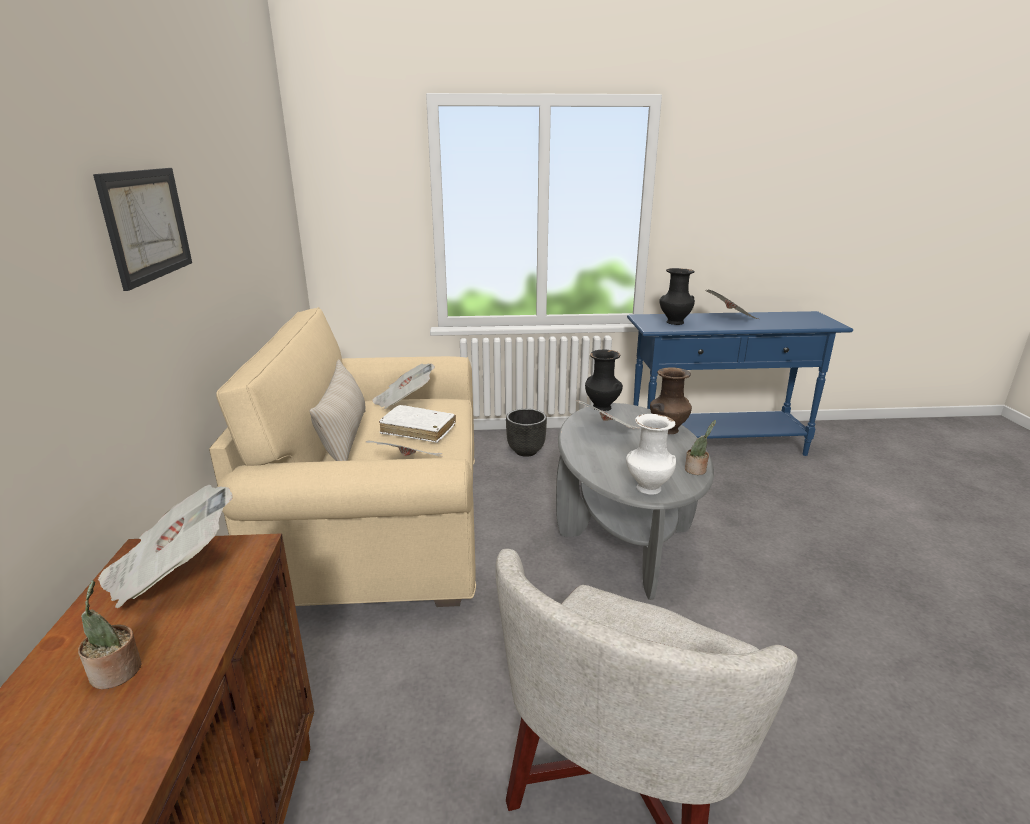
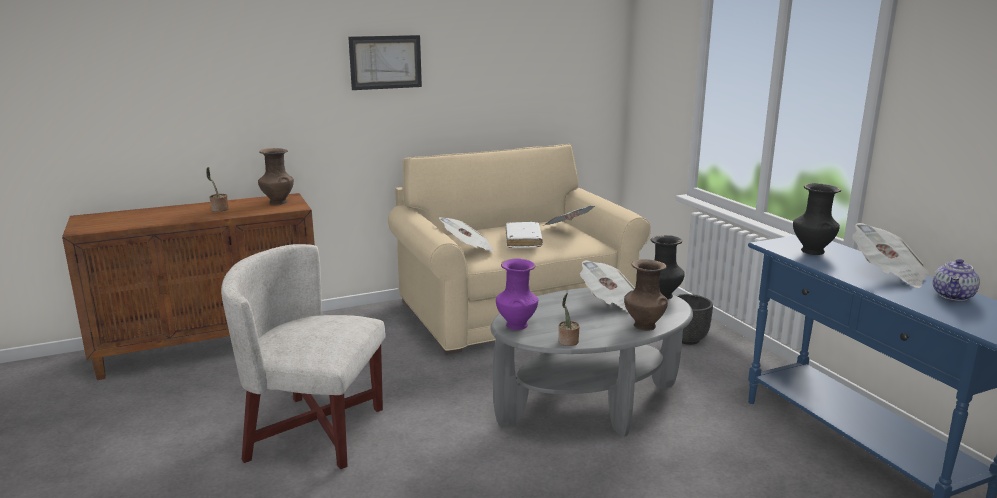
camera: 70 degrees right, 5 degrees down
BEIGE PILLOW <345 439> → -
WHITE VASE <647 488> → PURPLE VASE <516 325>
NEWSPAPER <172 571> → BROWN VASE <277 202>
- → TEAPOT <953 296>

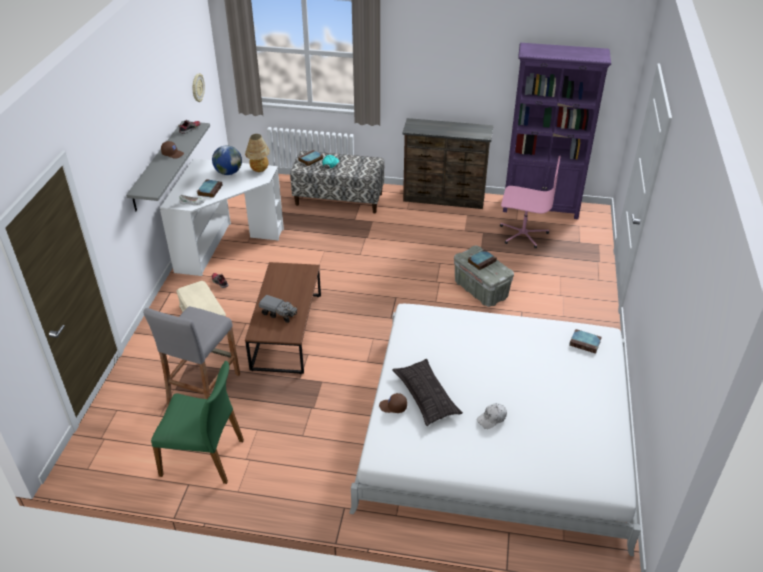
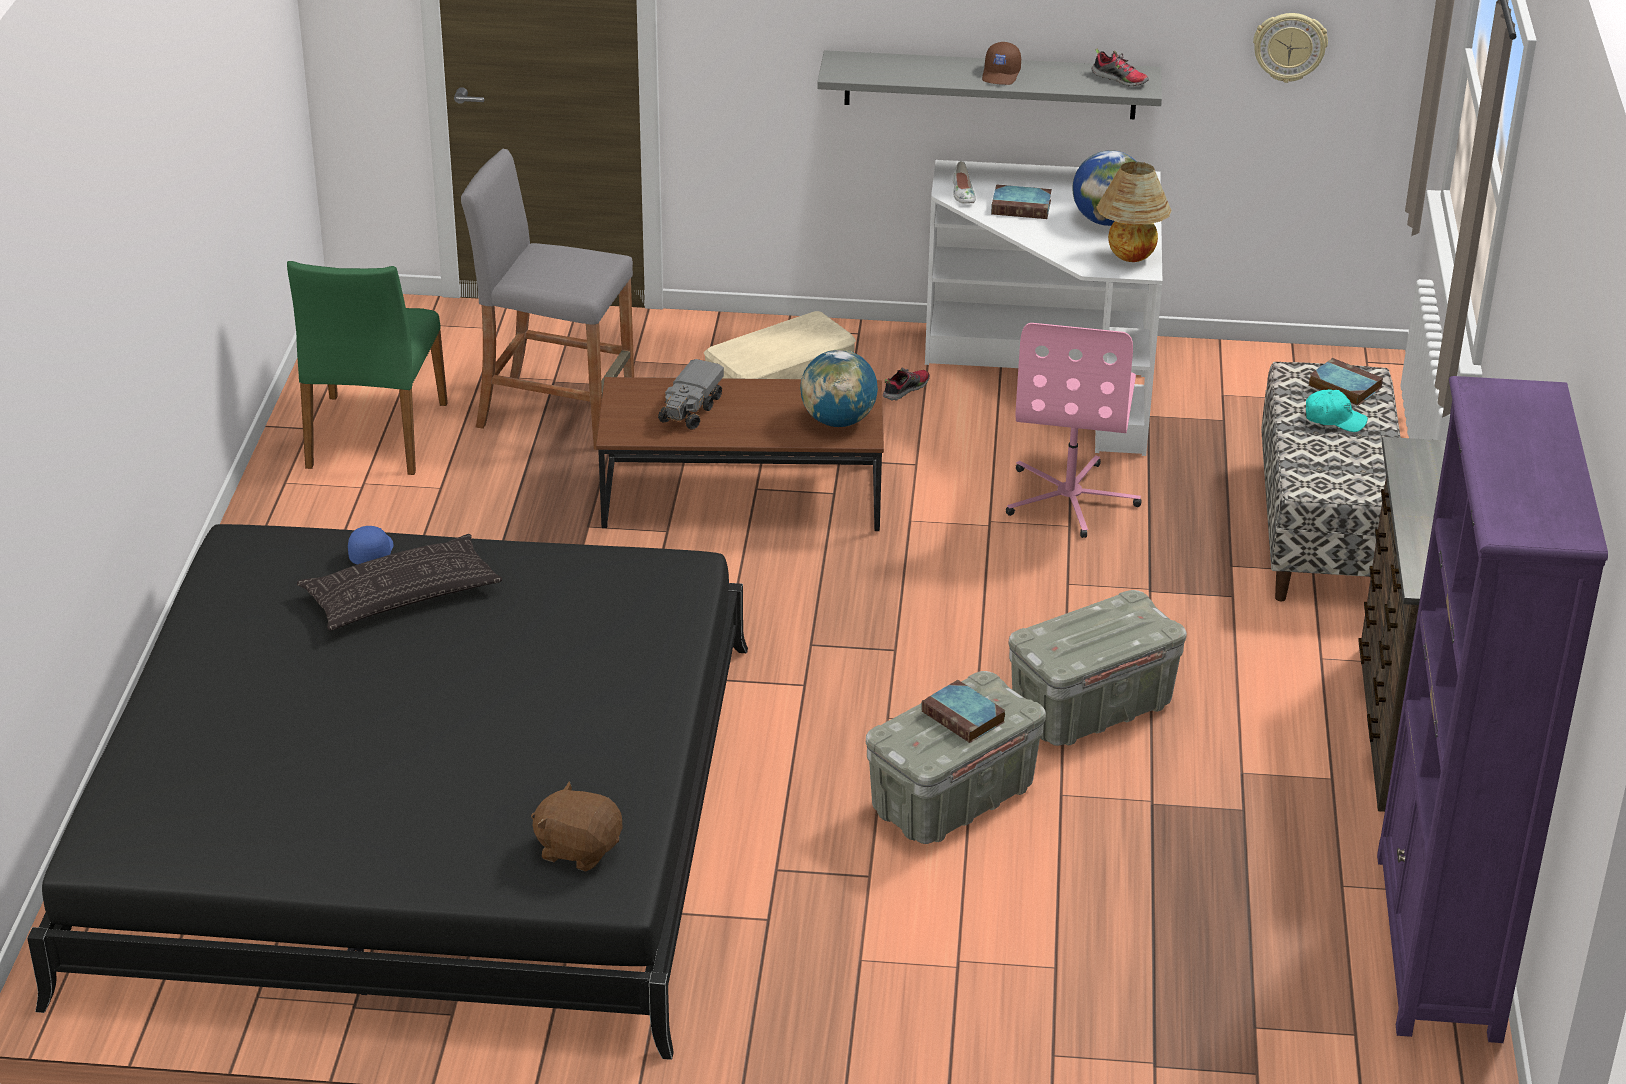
camera: 85 degrees right, 5 degrees down
PINK OFFICE CHAIR <523 234> → PINK OFFICE CHAIR <1070 498>, move
WHITE BED <496 430> → BLACK BED <422 814>
BOOK <585 343> → BROWN PLUSH TOY <578 849>
BROWN CAP <393 407> → BLUE CAP <371 552>
WHITE CAP <492 418> → -
- → GLOBE <838 421>
- → GREY STORAGE BOX <1091 710>

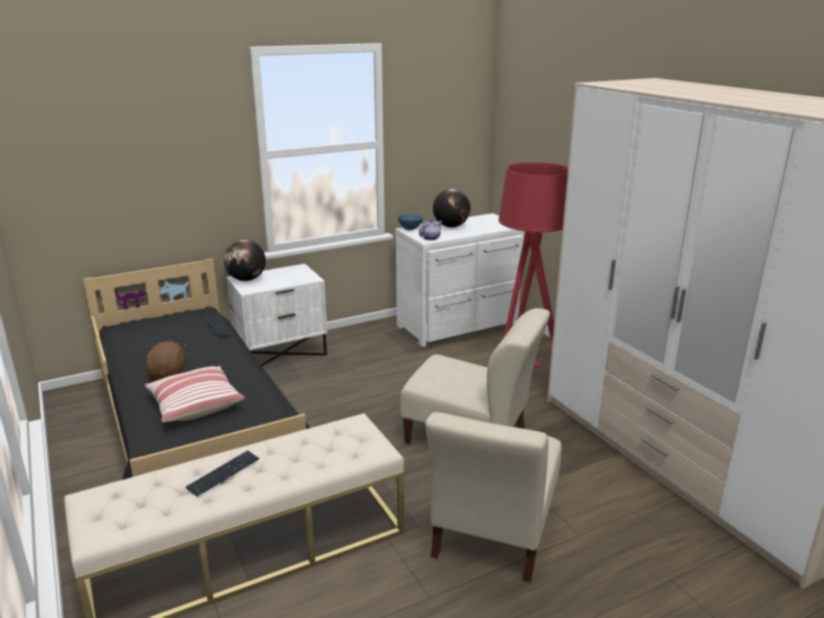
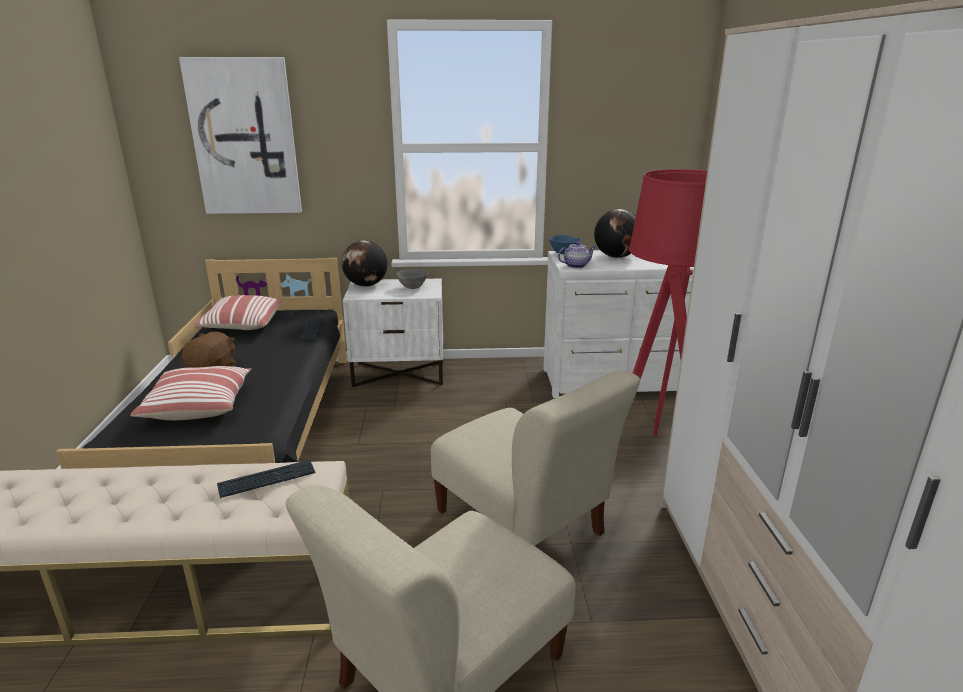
camera: 25 degrees right, 0 degrees up
KEYBOARD <224 474> → KEYBOARD <267 480>, move
- → PICTURE <244 138>
- → GREY BOWL <412 287>
- → PILLOW <241 325>

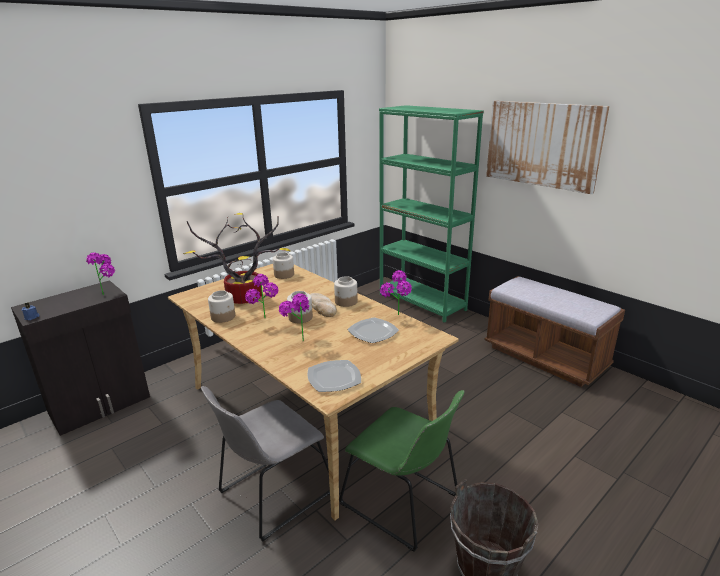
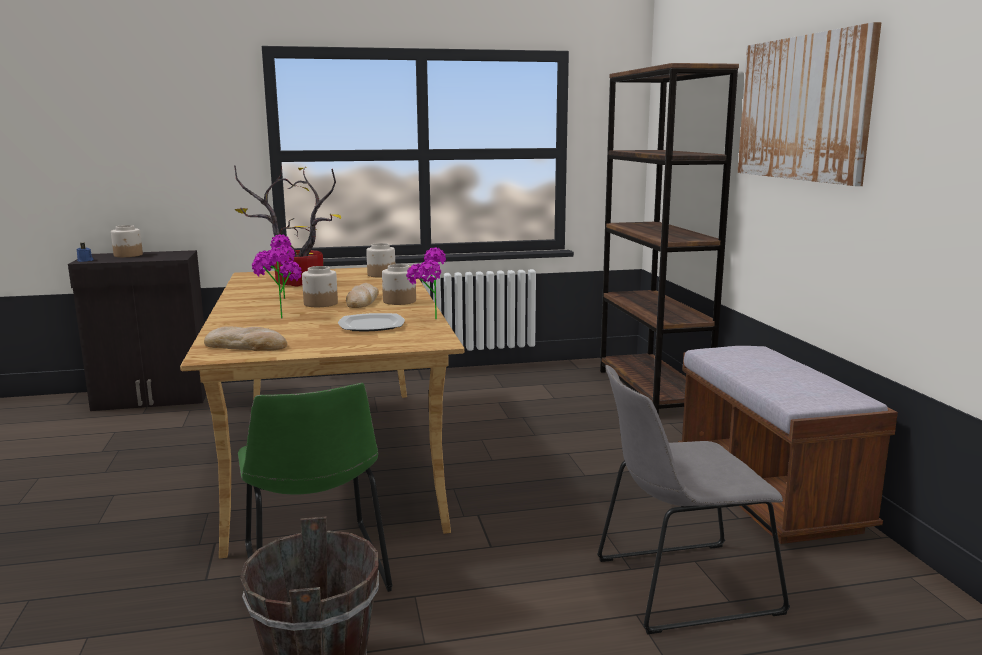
camera: 30 degrees right, 10 degrees down
GREEN BOOKCASE <422 302> → BROWN BOOKCASE <652 390>
POTTED PLANT <109 293> → -
JAR <223 317> → JAR <128 255>, move
PLATE <334 378> → BREAD <246 345>
GREY CHAIR <273 494> → GREY CHAIR <678 586>, move

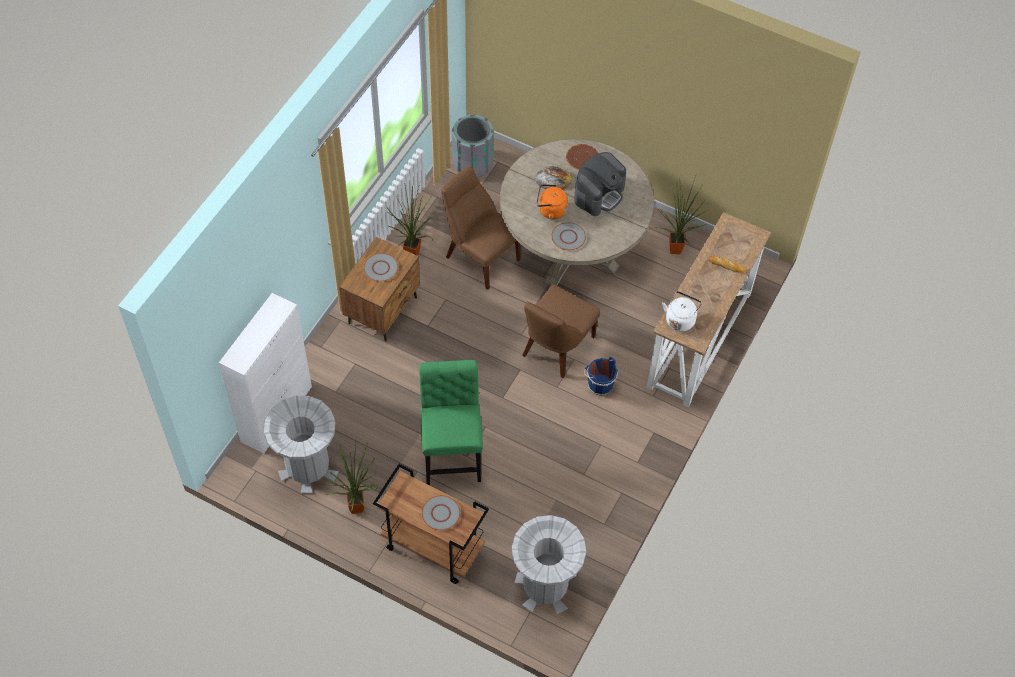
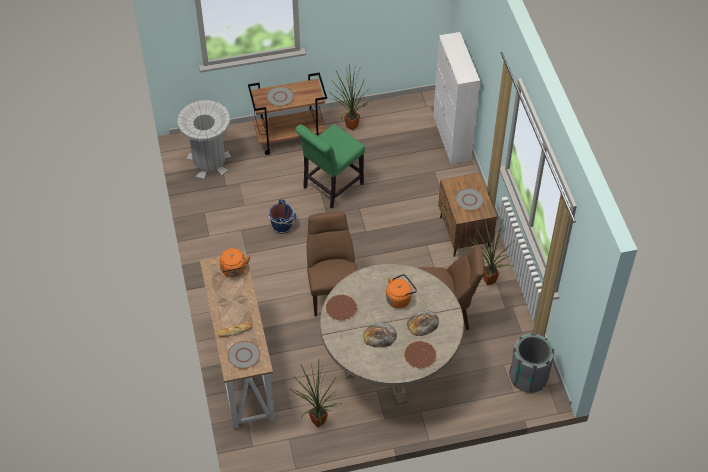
camera: 140 degrees right, 5 degrees down
COFFEE MACHINE <599 194> → BREAD <379 335>
GREY PLATE <568 237> → GREY PLATE <244 355>, move
WHITE KETTLE <680 319> → ORANGE KETTLE <234 270>
BLUE BUCKET <599 384> → BLUE BUCKET <283 226>, move
GREEN CHAIR <452 453> → GREEN CHAIR <330 187>, 90 degrees clockwise
GREY TRASH CAN <307 466> → -
- → BROWN PLATE <341 308>

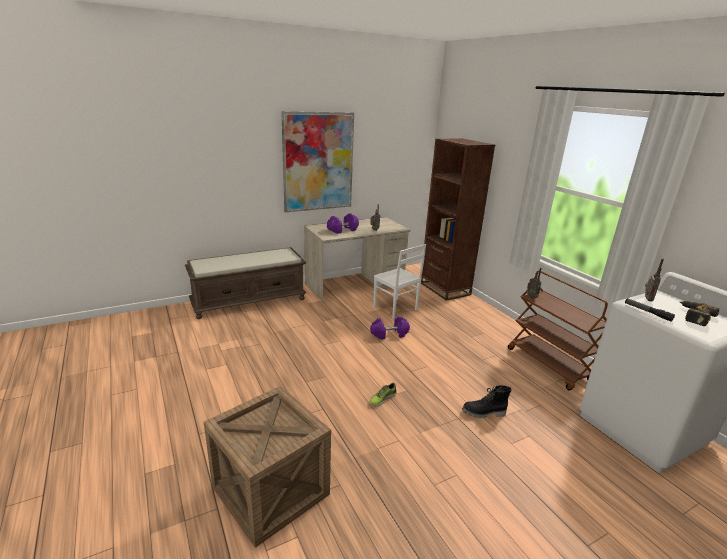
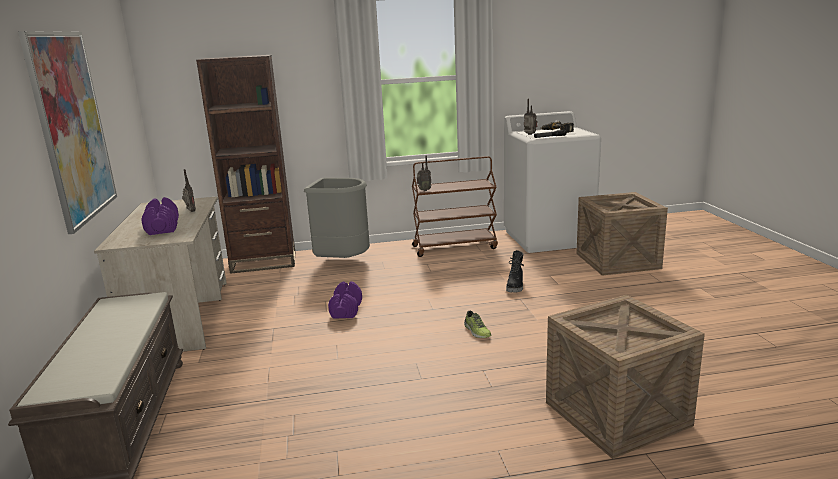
camera: 70 degrees left, 5 degrees down
WHITE CHAIR <395 309> → -
- → GREY TRASH CAN <342 261>
- → CRATE <617 261>

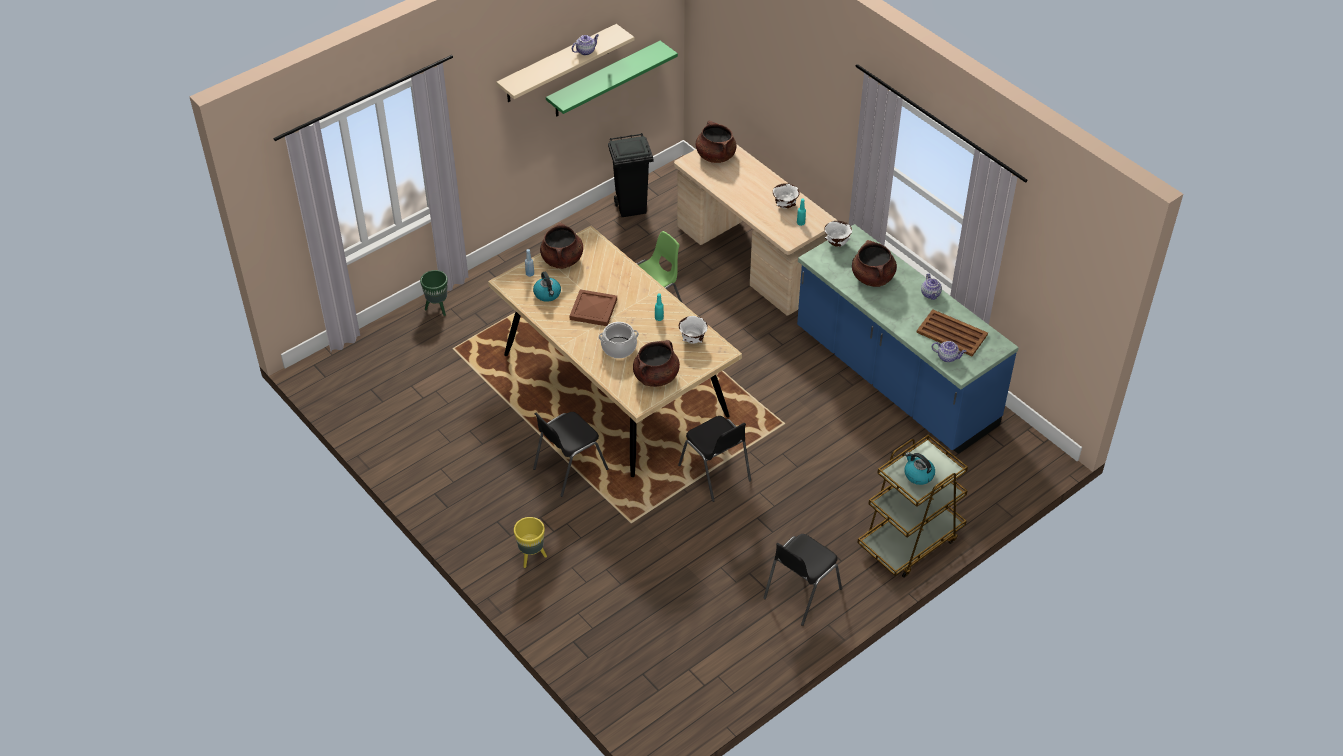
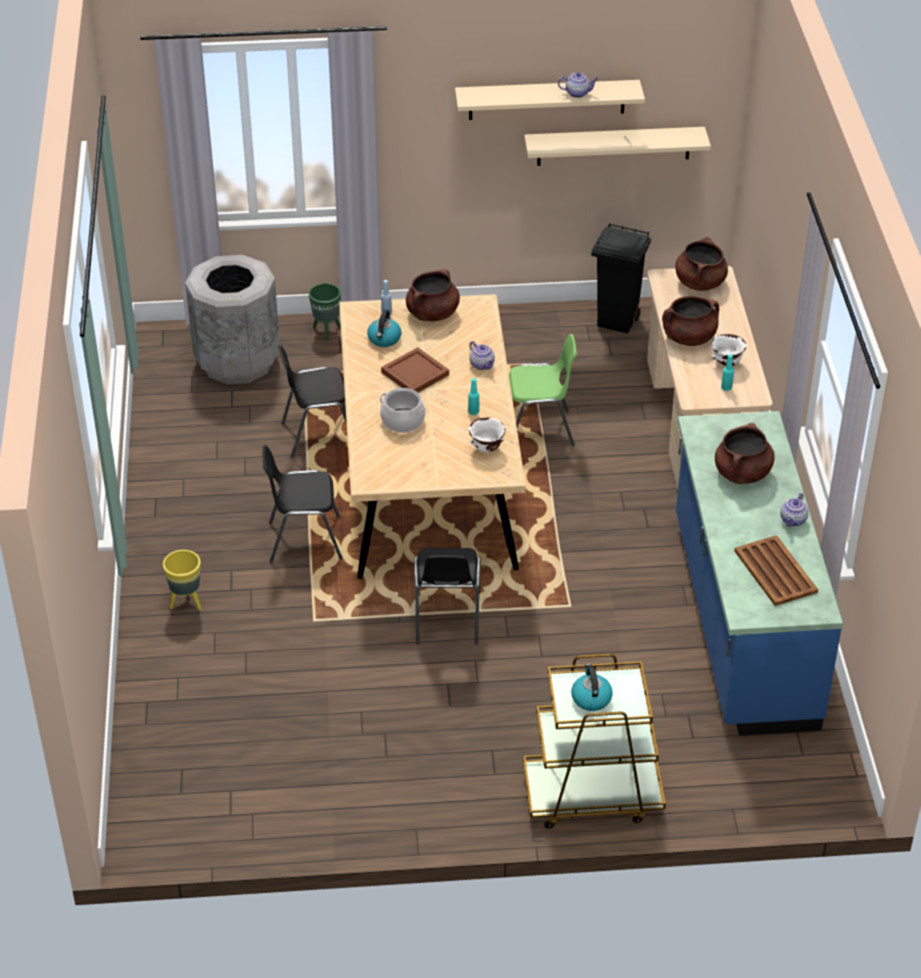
camera: 35 degrees right, 5 degrees down
GREEN SHELF <604 79> → BEIGE SHELF <613 146>
WHITE BOWL <836 243> → -
BROWN COOKING POT <656 377> → BROWN COOKING POT <689 338>, move
TEAPOT <948 357> → TEAPOT <482 365>, move
BLACK CHAIR <801 593> → BLACK CHAIR <318 434>, move
- → GREY TRASH CAN <237 361>

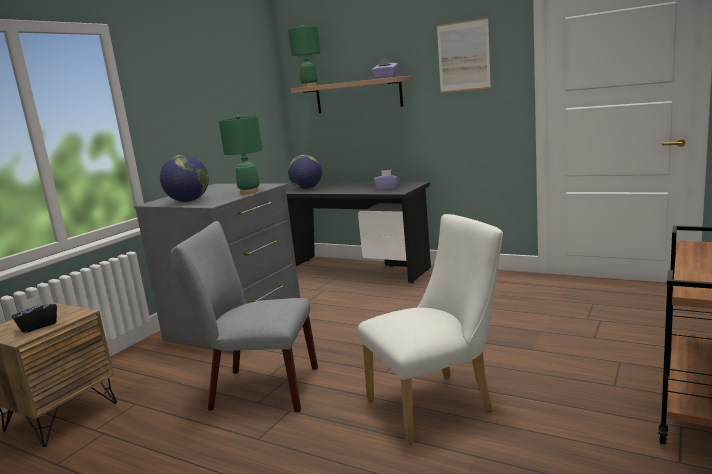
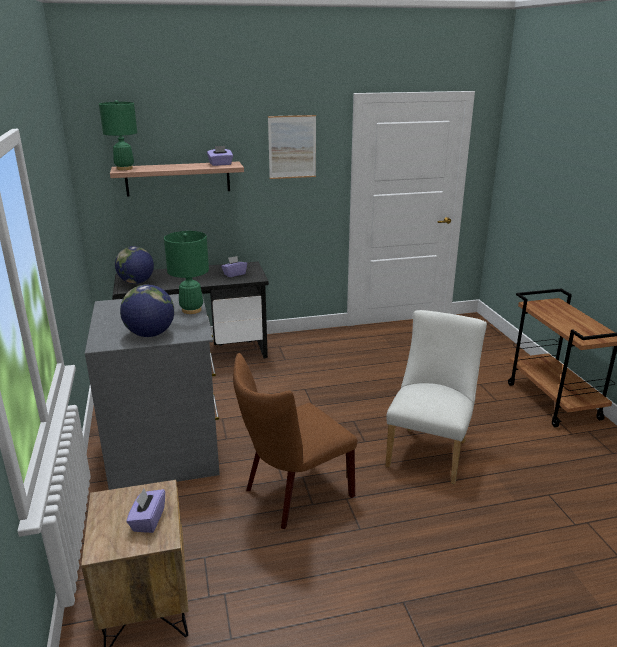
camera: 45 degrees left, 10 degrees up
GREY CHAIR <257 389> → BROWN CHAIR <293 494>
BLACK TISSUE BOX <38 326> → PURPLE TISSUE BOX <148 520>

